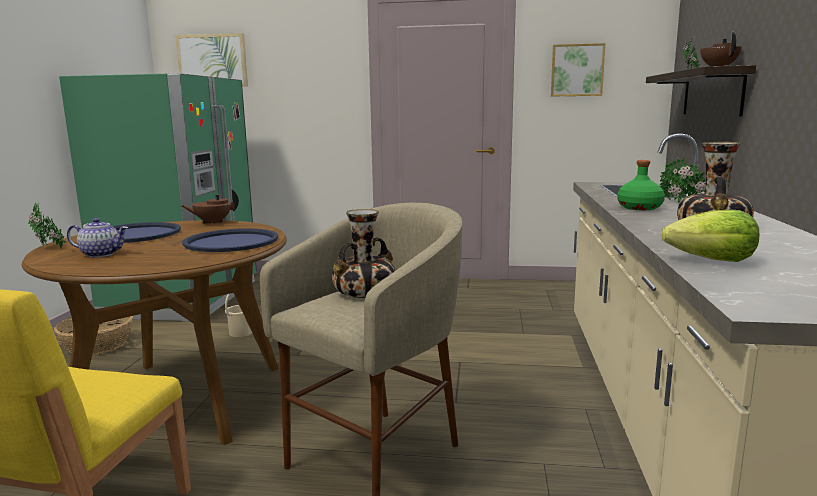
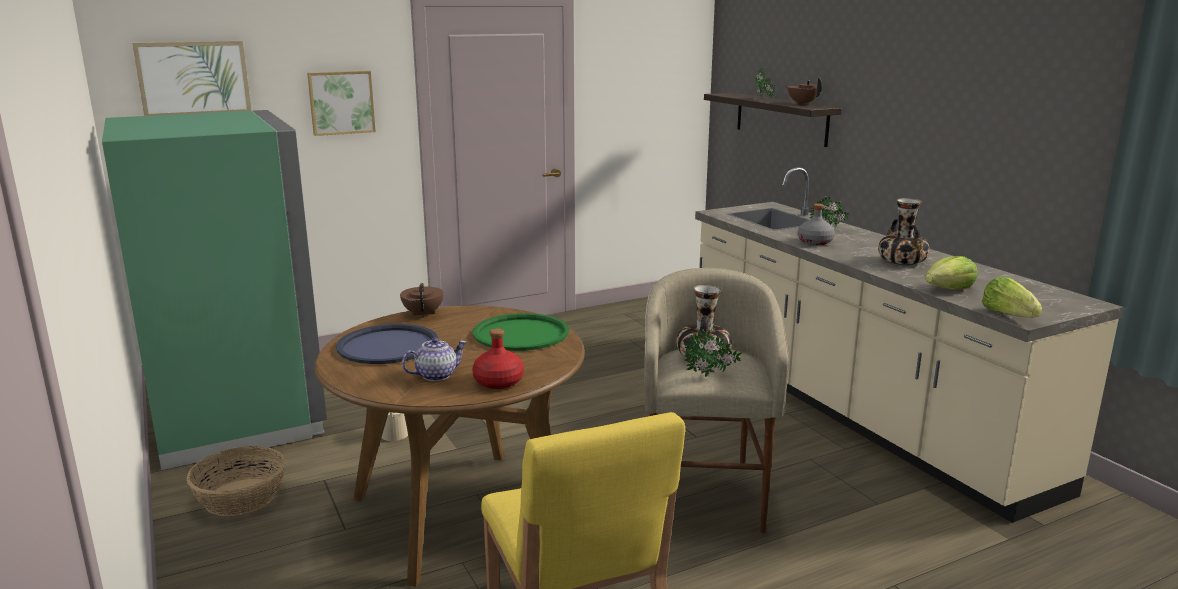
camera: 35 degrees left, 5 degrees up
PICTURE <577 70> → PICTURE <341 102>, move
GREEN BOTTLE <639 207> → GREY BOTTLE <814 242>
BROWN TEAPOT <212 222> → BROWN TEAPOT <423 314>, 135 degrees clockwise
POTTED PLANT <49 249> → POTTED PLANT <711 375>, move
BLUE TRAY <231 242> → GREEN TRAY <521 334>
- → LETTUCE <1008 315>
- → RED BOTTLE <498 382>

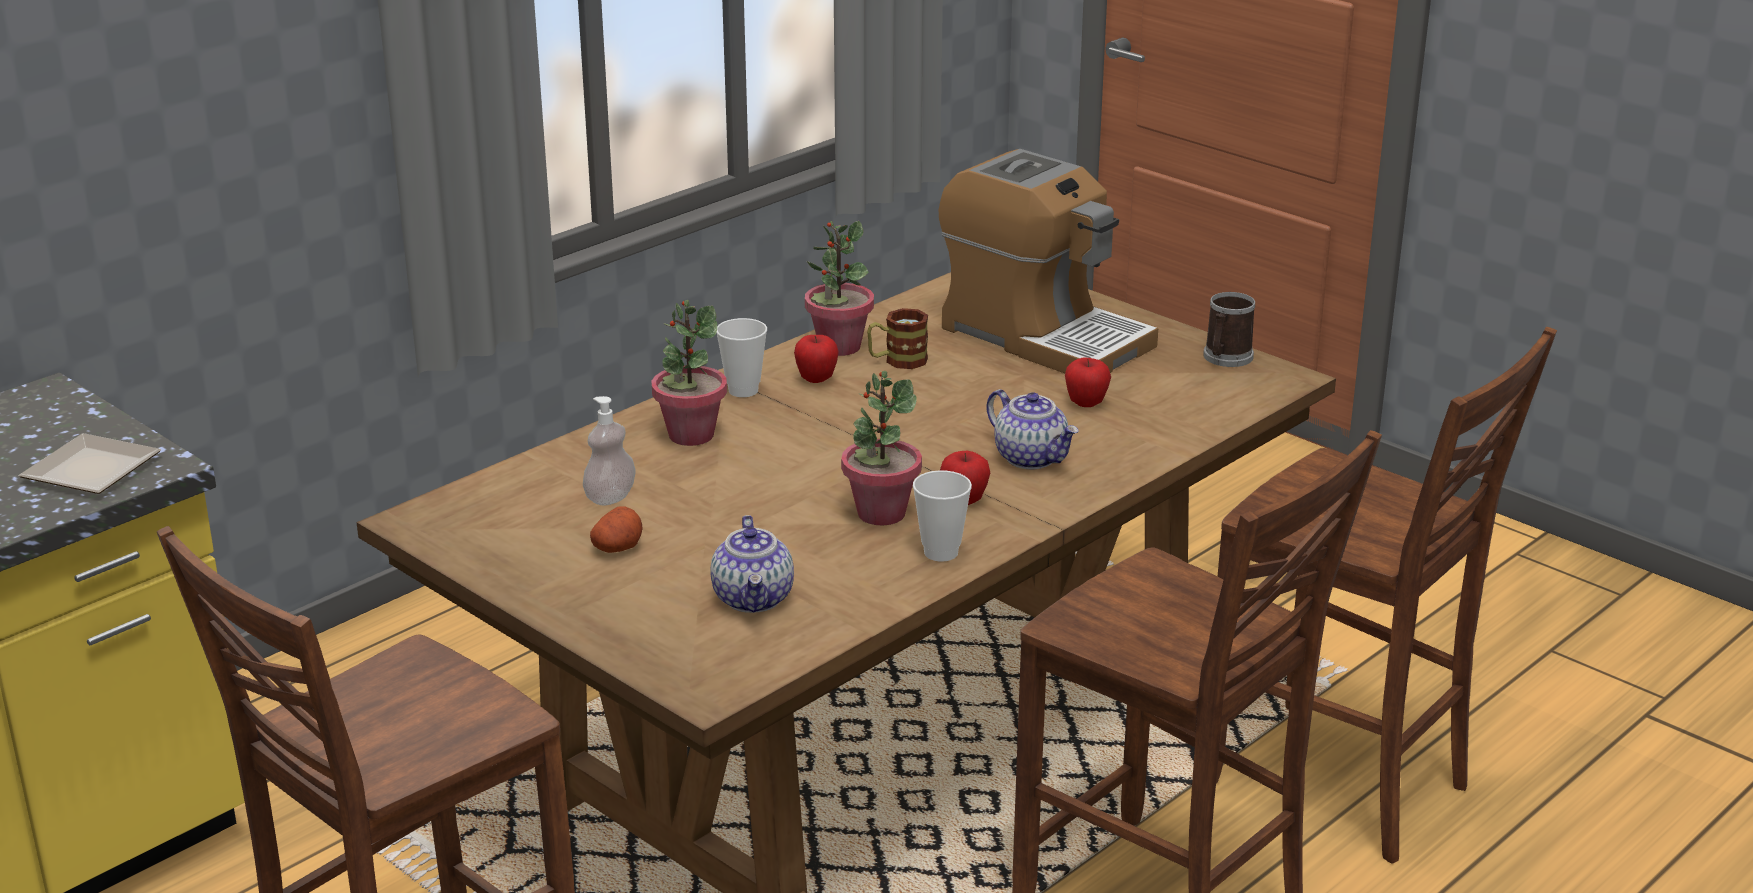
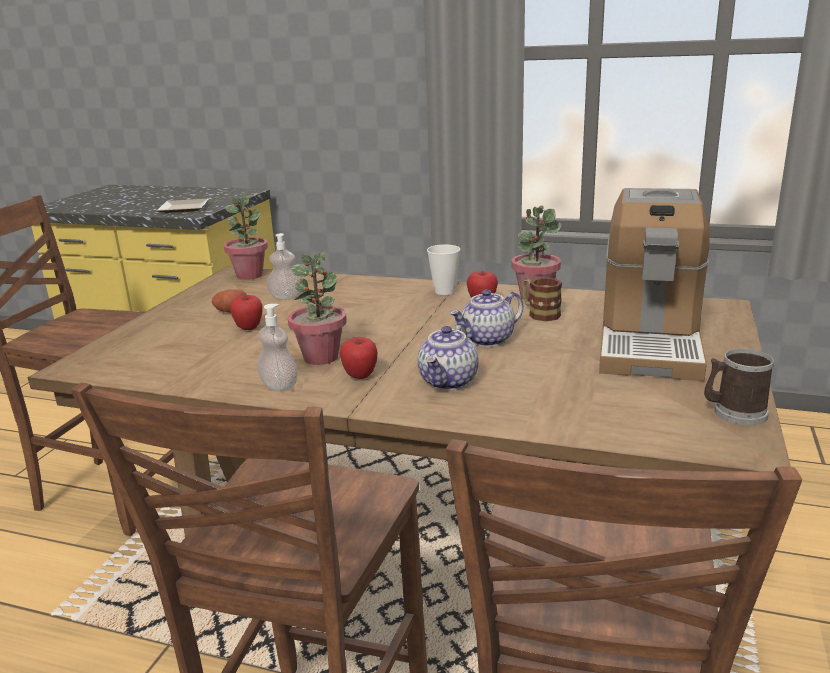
camera: 65 degrees right, 5 degrees down
POTTED PLANT <691 435> → POTTED PLANT <249 275>, move
APPLE <1086 404> → APPLE <249 328>, move
CUP <941 552> → SOAP DISPENSER <279 386>
TEAPOT <754 599> → TEAPOT <487 340>, move

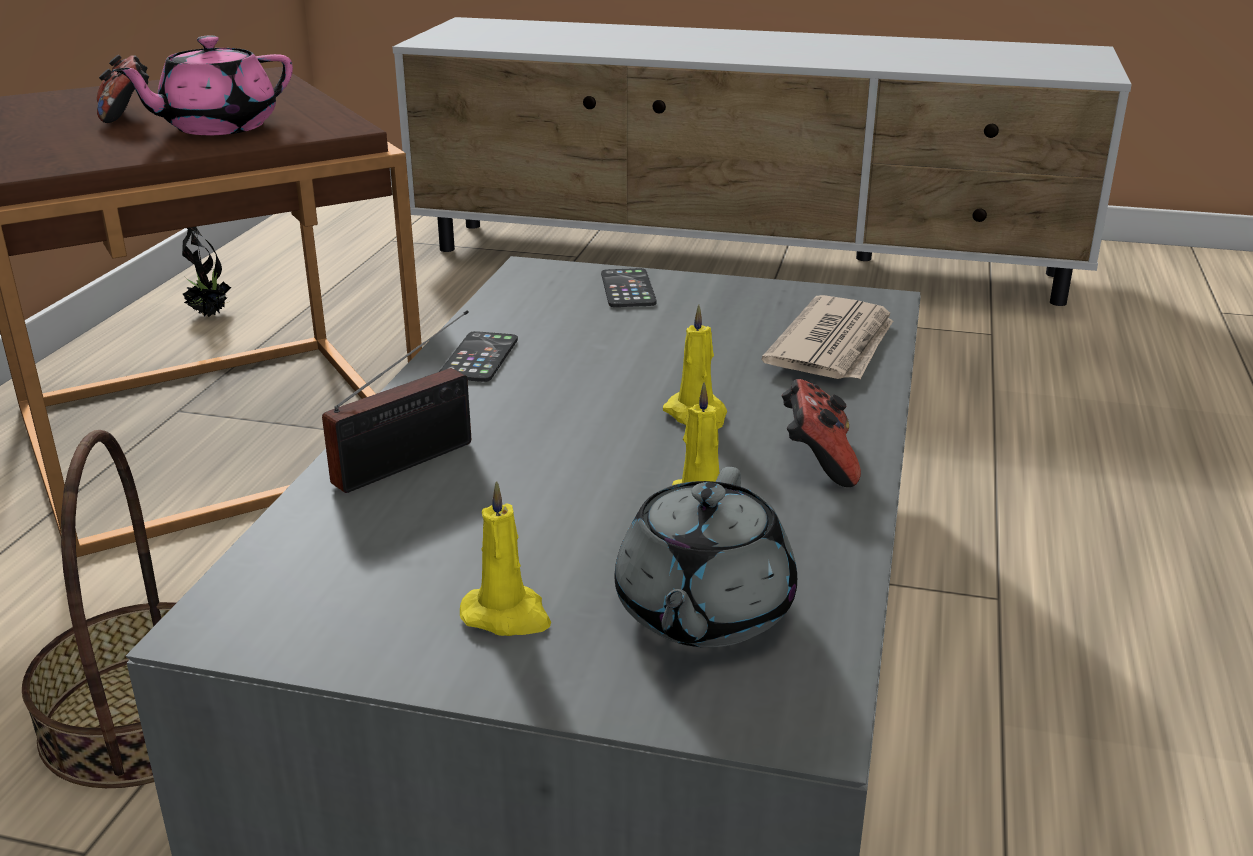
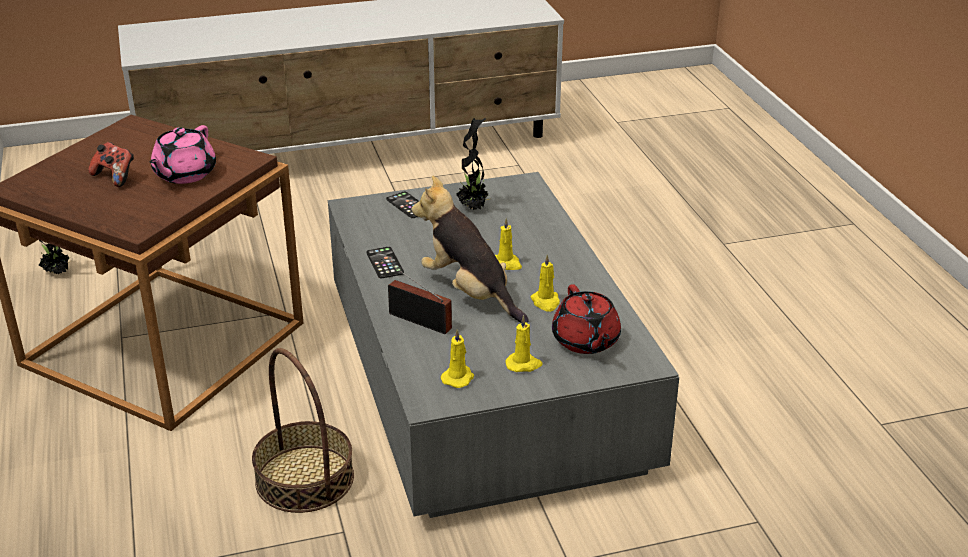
camera: 30 degrees left, 5 degrees up
NEWSPAPER <835 346> → -
RADIO <412 460> → RADIO <417 319>, 75 degrees counterclockwise
GAME CONTROLLER <817 461> → -
GREY TEAPOT <702 612> → RED TEAPOT <585 341>
- → POTTED PLANT <473 208>
- → PLUSH TOY <470 292>
- → YELLOW CANDLE <458 378>

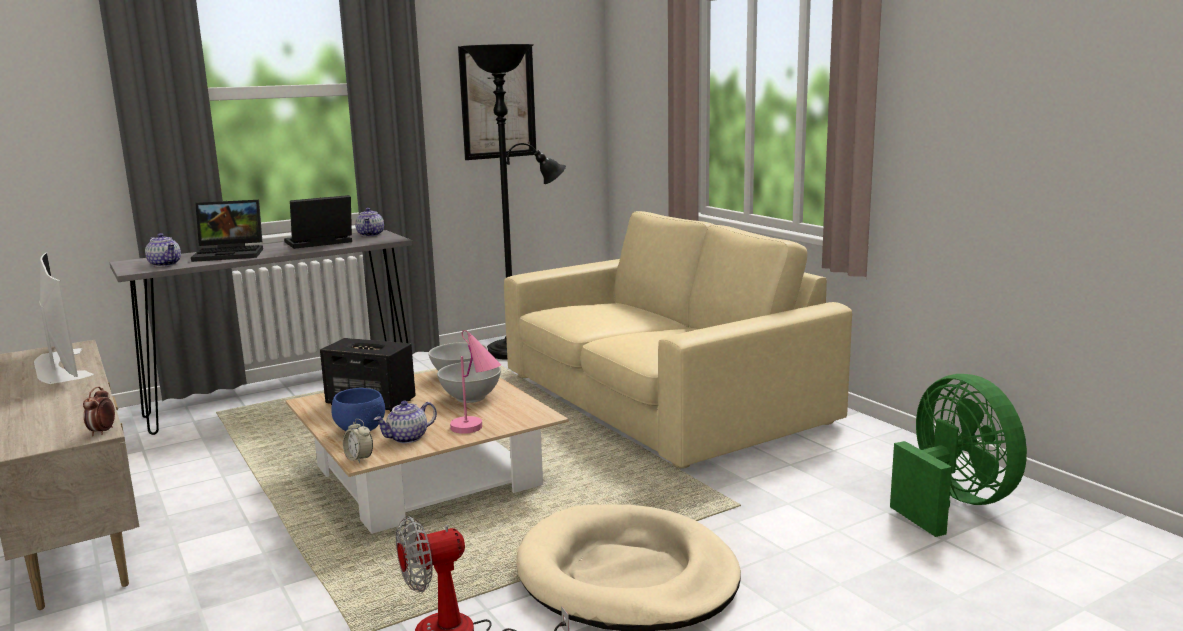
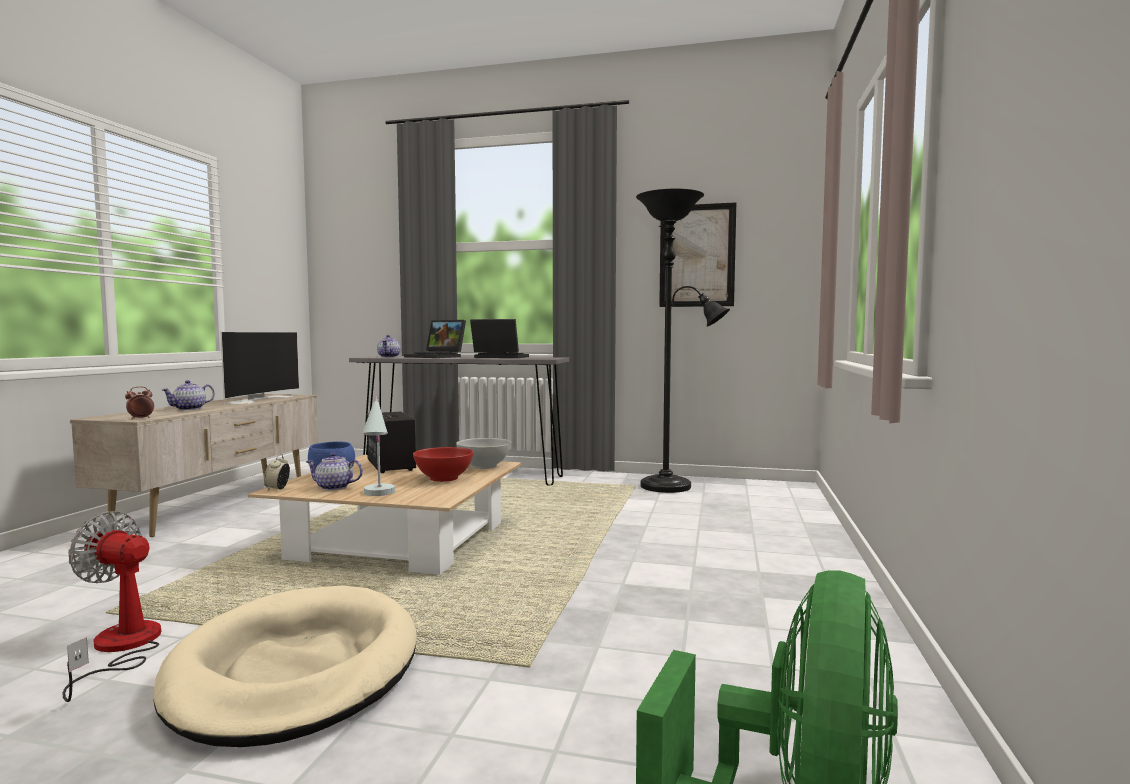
camera: 45 degrees right, 10 degrees down
TEAPOT <371 235> → TEAPOT <189 409>, move
BEIGE SOFA <660 398> → -
PINK TABLE LAMP <478 430> → WHITE TABLE LAMP <378 495>
WHITE BOWL <470 398> → RED BOWL <443 478>

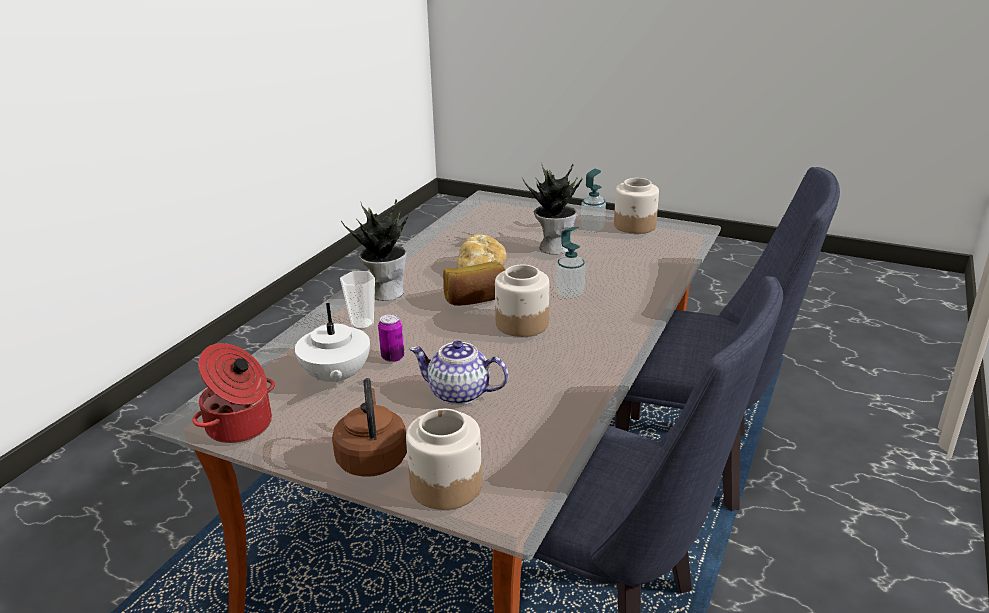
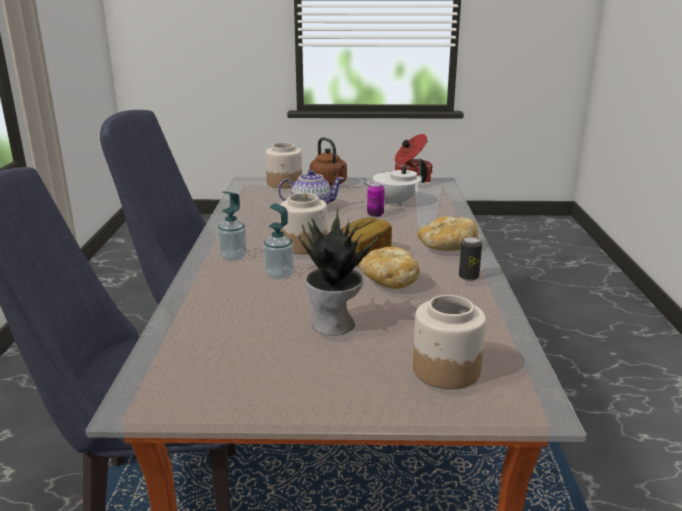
camera: 155 degrees right, 5 degrees down
SOAP DISPENSER <592 228> → SOAP DISPENSER <233 257>, move
JAR <635 226> → JAR <445 369>, move
POTTED PLANT <386 292> → BREAD <447 248>
WHITE TEAPOT <336 378> → WHITE TEAPOT <395 202>, 75 degrees counterclockwise
- → CAN <468 277>

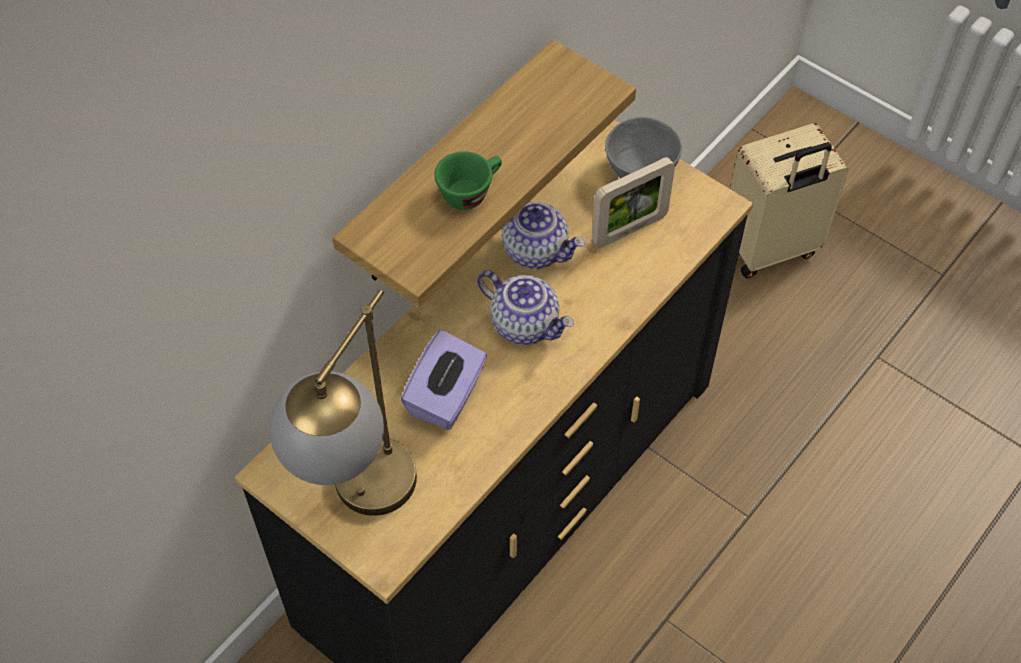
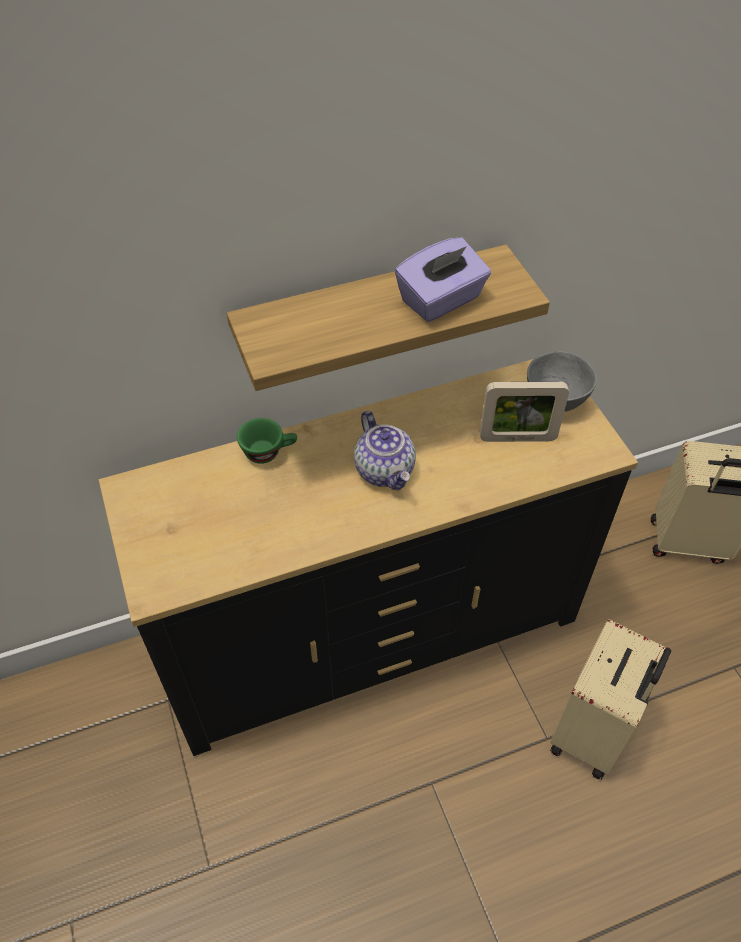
camera: 30 degrees right, 5 degrees down
GREEN CUP <470 191> → GREEN CUP <269 451>, move
TEAPOT <536 249> → -
TABLE LAMP <360 504> → -
PURPLE TISSUE BOX <446 397> → PURPLE TISSUE BOX <441 300>, move
- → BEIGE SUITCASE <593 733>

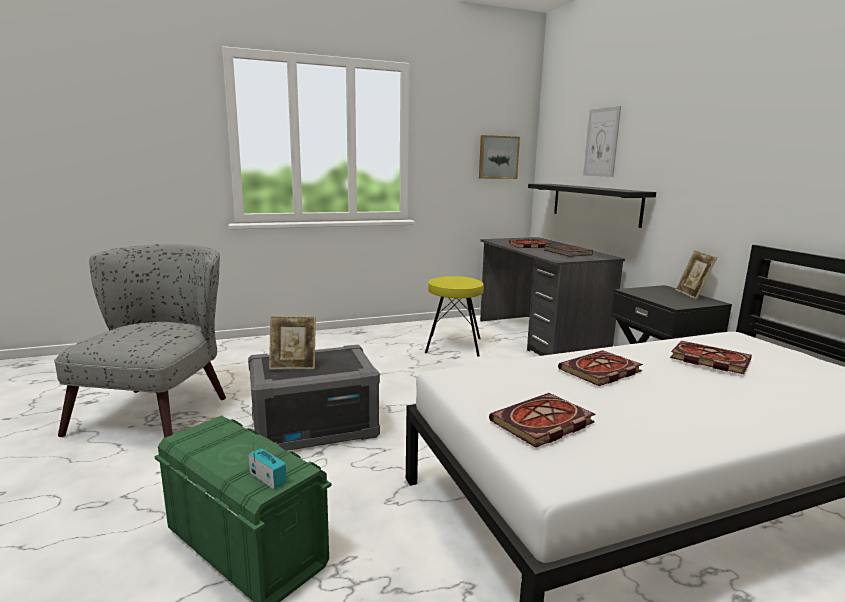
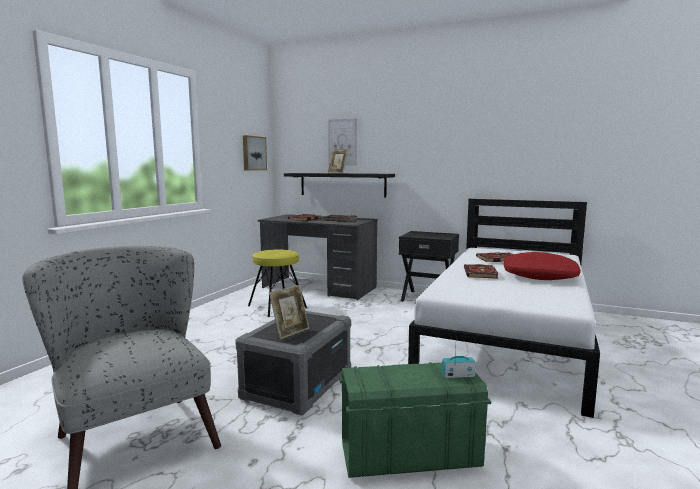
camera: 45 degrees left, 5 degrees down
PICTURE FRAME <692 295> → PICTURE FRAME <337 173>, move
BOOK <542 424> → -
- → RED PILLOW <539 275>

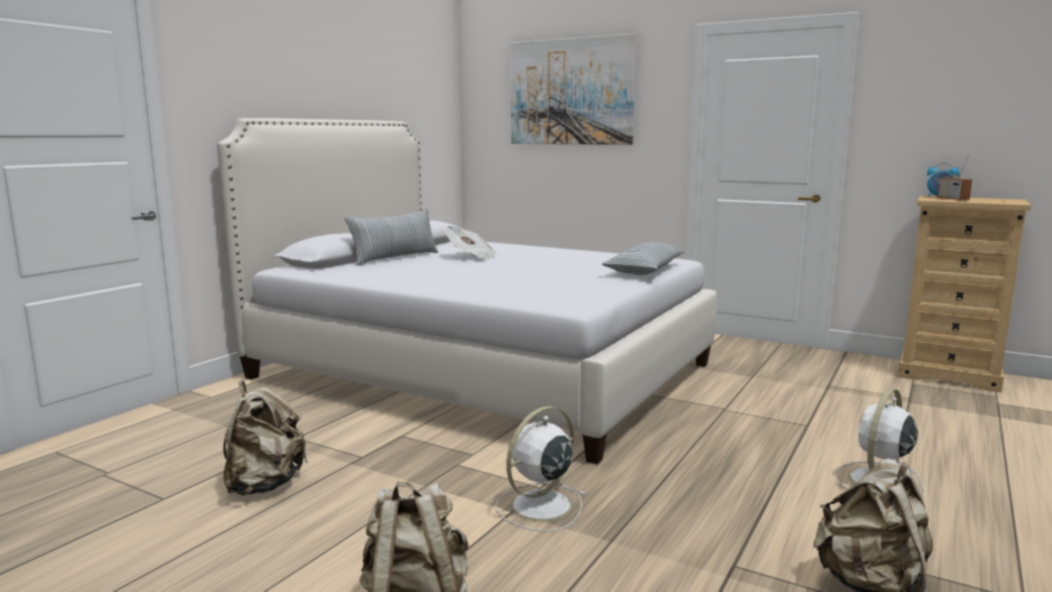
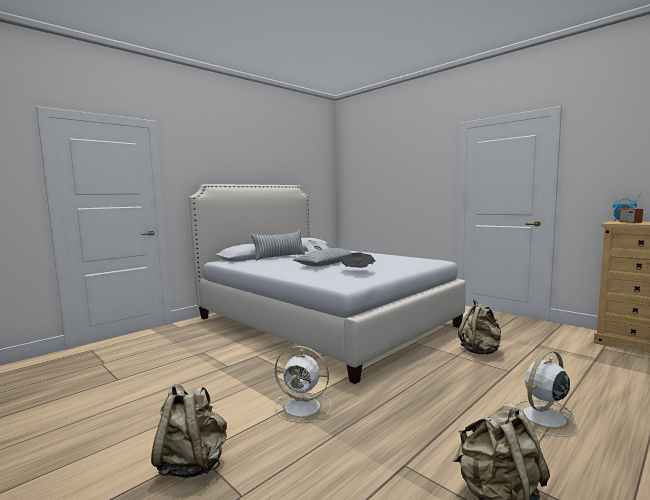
camera: 15 degrees right, 5 degrees down
PICTURE <571 92> → -
PILLOW <644 270> → PILLOW <326 264>, move
BEIGE BACKPACK <264 485> → BEIGE BACKPACK <480 351>, move
WHITE FAN <539 506> → WHITE FAN <304 407>, 135 degrees counterclockwise
- → NEWSPAPER <357 270>

